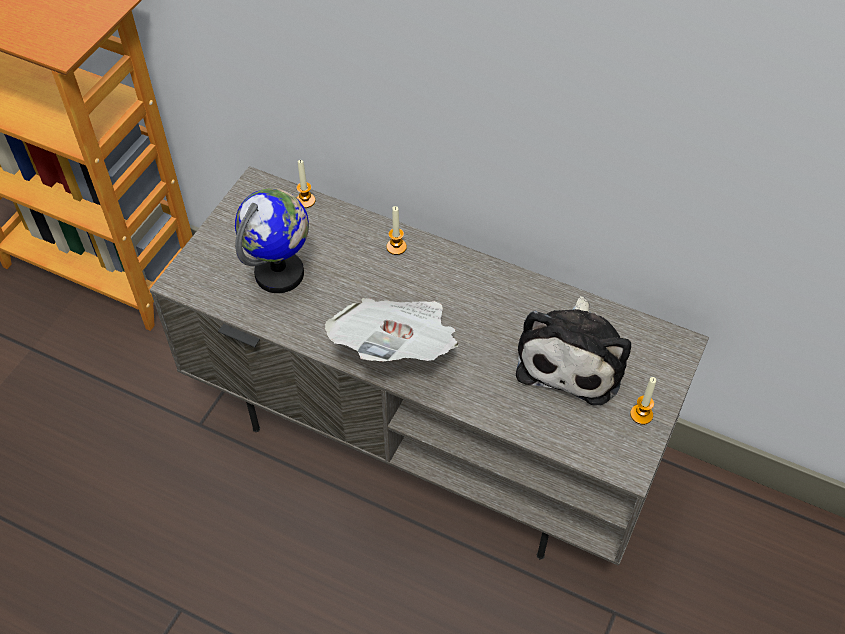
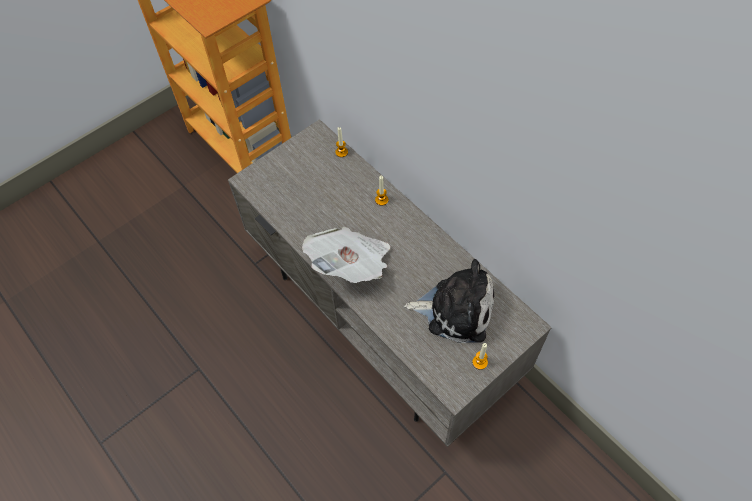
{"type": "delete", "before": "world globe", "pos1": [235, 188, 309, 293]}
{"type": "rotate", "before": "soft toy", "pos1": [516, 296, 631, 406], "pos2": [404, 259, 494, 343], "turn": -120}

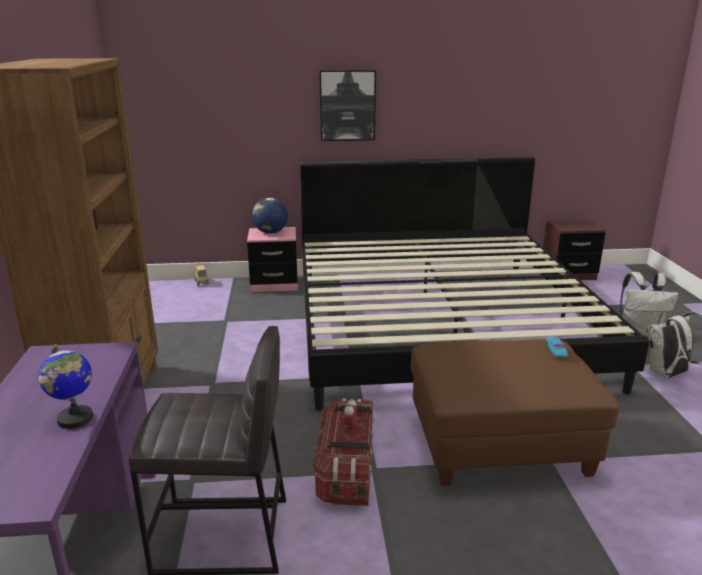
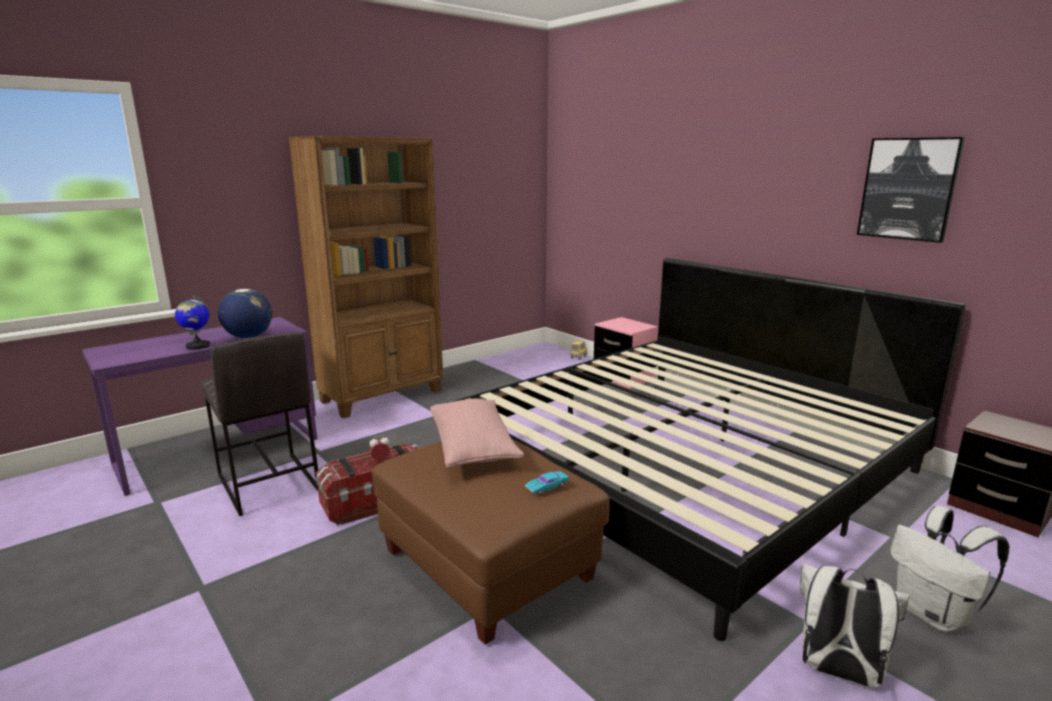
{"type": "move", "before": "world globe", "pos1": [252, 198, 288, 234], "pos2": [218, 289, 272, 338]}
{"type": "move", "before": "wall art", "pos1": [319, 70, 376, 141], "pos2": [857, 137, 965, 243]}
{"type": "insert", "after": "pink throw pillow", "pos2": [430, 399, 524, 468]}

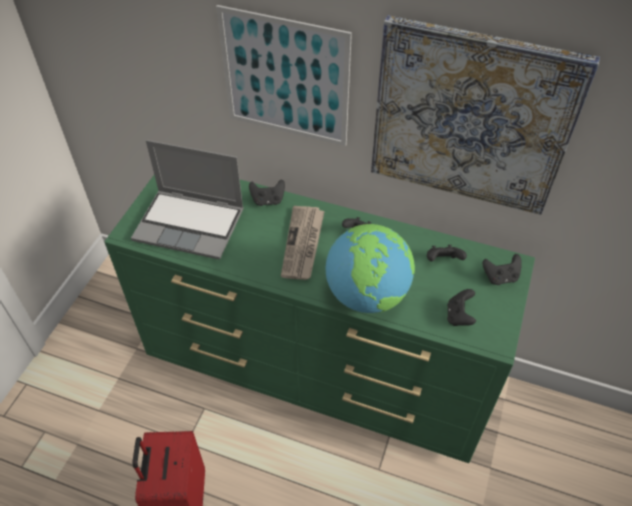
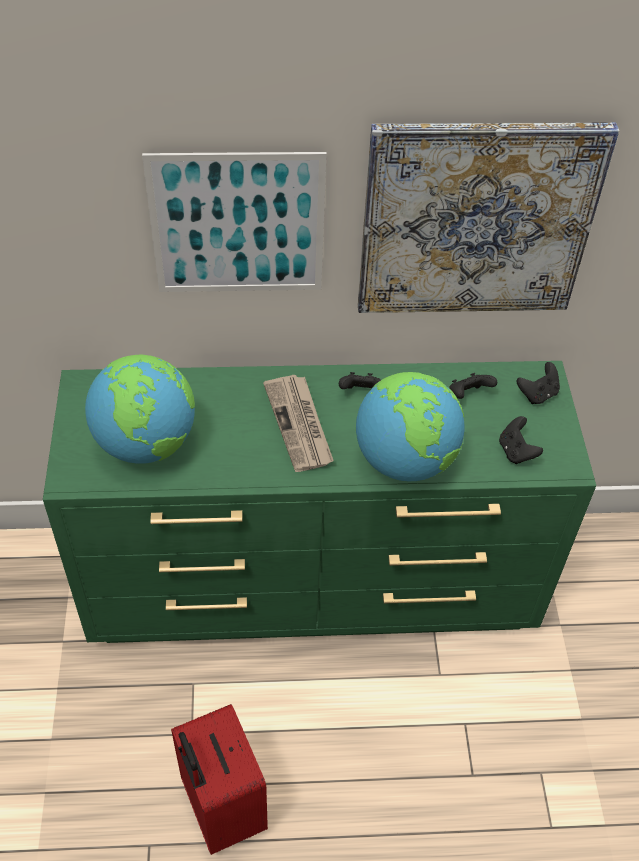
{"type": "replace", "before": "portable computer", "after": "world globe", "pos1": [131, 140, 244, 260], "pos2": [85, 355, 195, 464]}
{"type": "delete", "before": "black-coloured game controller", "pos1": [249, 180, 285, 206]}

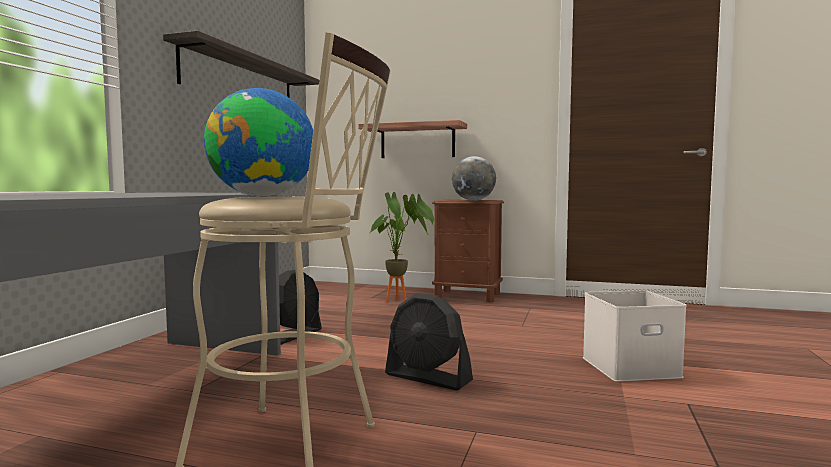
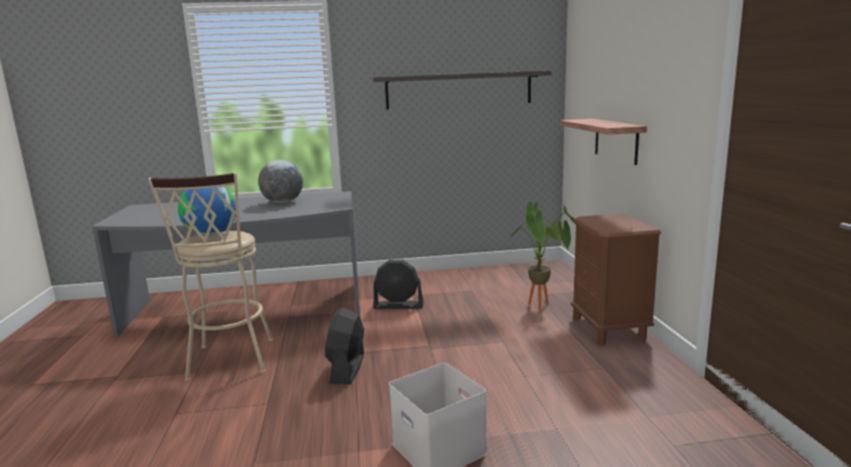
{"type": "move", "before": "world globe", "pos1": [452, 156, 496, 201], "pos2": [258, 160, 303, 203]}

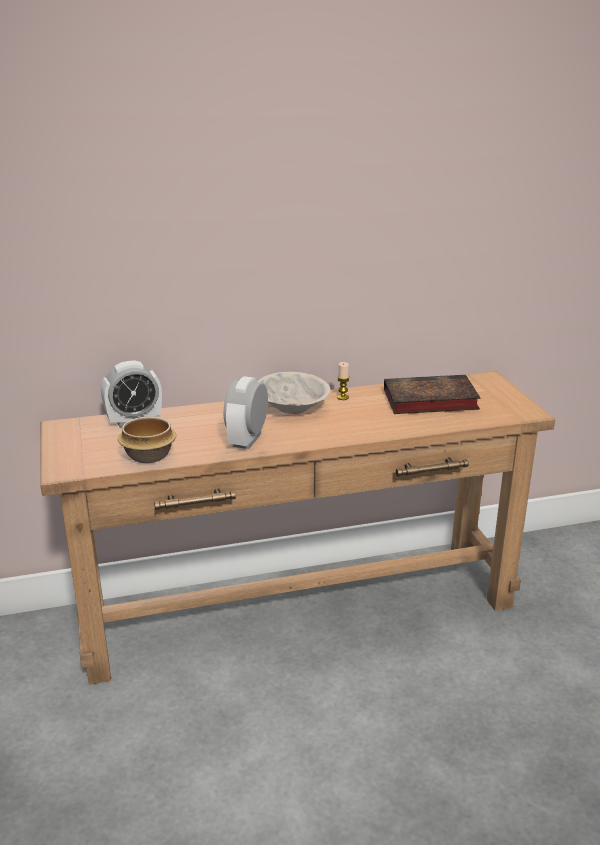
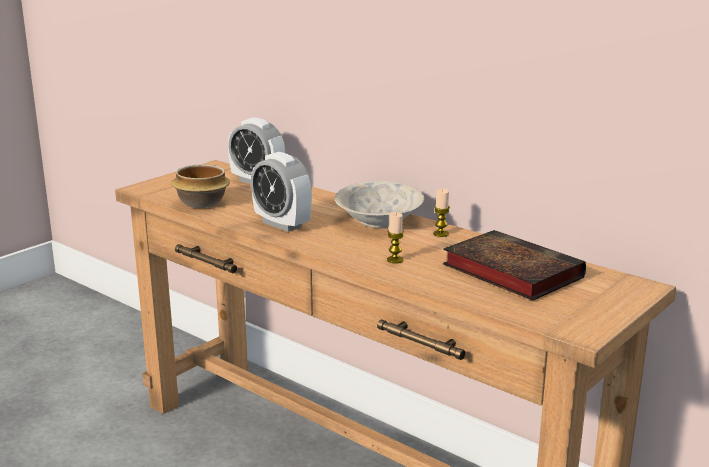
{"type": "rotate", "before": "table clock", "pos1": [224, 377, 268, 449], "pos2": [251, 152, 312, 232], "turn": -120}
{"type": "insert", "after": "wax candle", "pos2": [387, 212, 404, 264]}

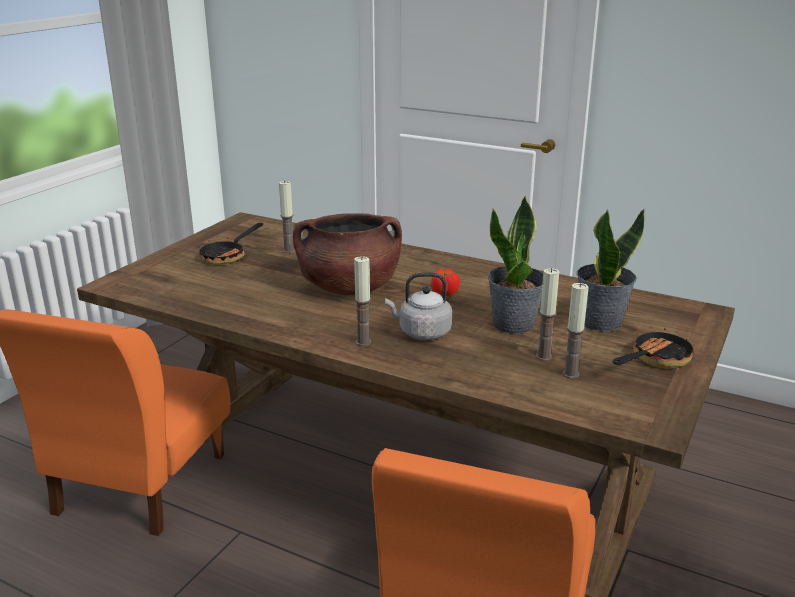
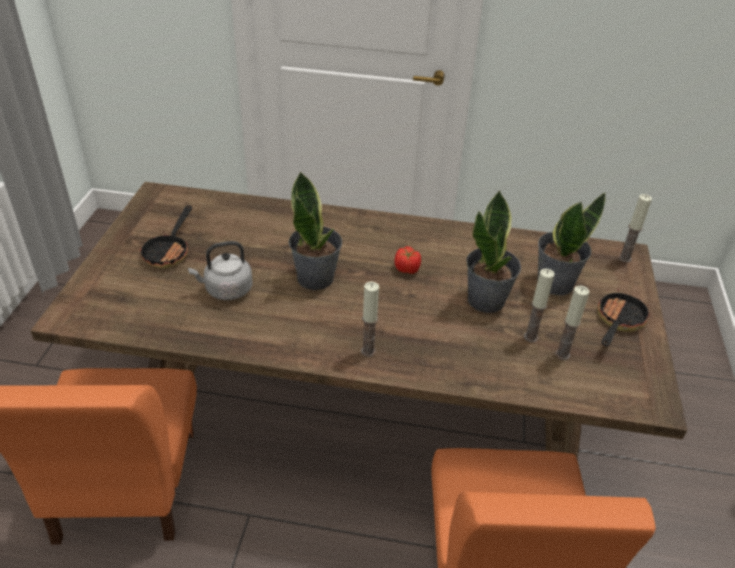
{"type": "move", "before": "wax candle", "pos1": [279, 180, 295, 253], "pos2": [618, 194, 652, 262]}
{"type": "replace", "before": "brownish saucepot", "after": "plant in a pot", "pos1": [293, 213, 402, 295], "pos2": [289, 171, 342, 290]}
{"type": "move", "before": "grey kettle", "pos1": [385, 272, 452, 340], "pos2": [188, 241, 253, 300]}

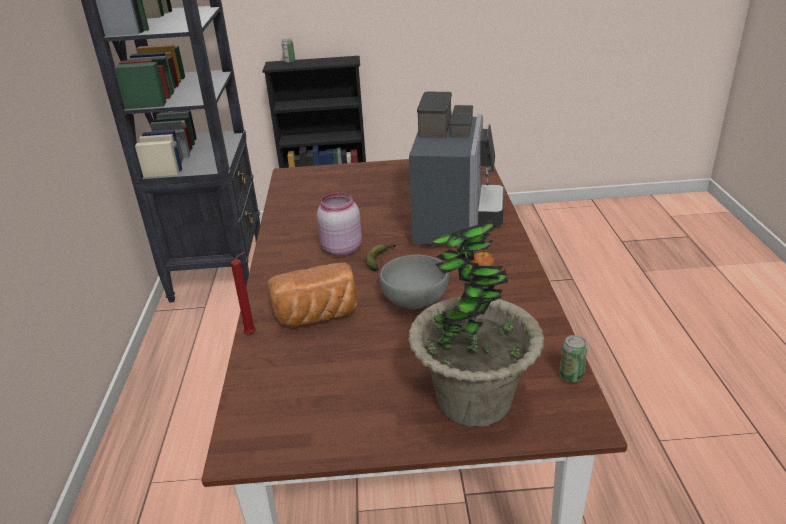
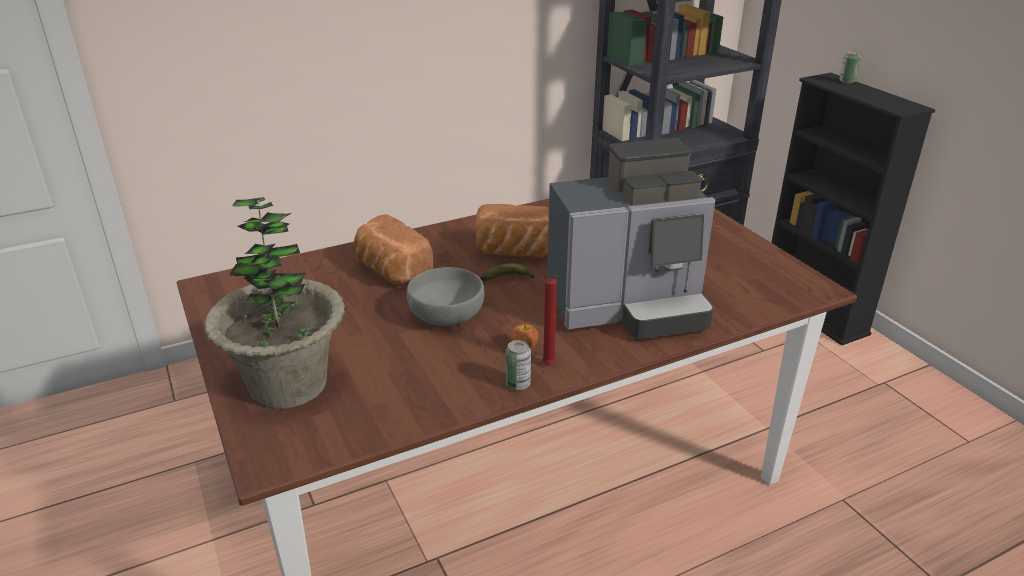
{"type": "move", "before": "red-coloured wax candle", "pos1": [231, 252, 256, 334], "pos2": [542, 275, 559, 365]}
{"type": "replace", "before": "pink storage jar", "after": "bakery bread", "pos1": [317, 193, 362, 256], "pos2": [476, 204, 549, 257]}
{"type": "move", "before": "sealed can", "pos1": [559, 335, 588, 383], "pos2": [505, 340, 531, 391]}

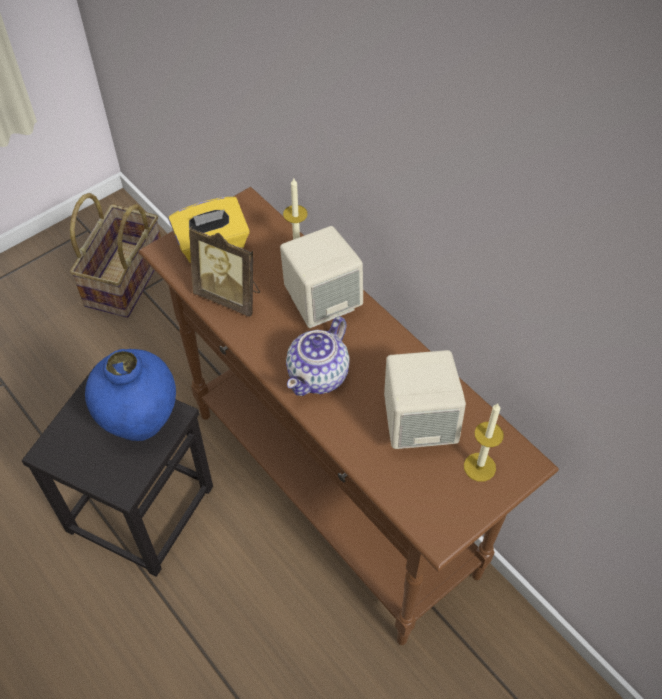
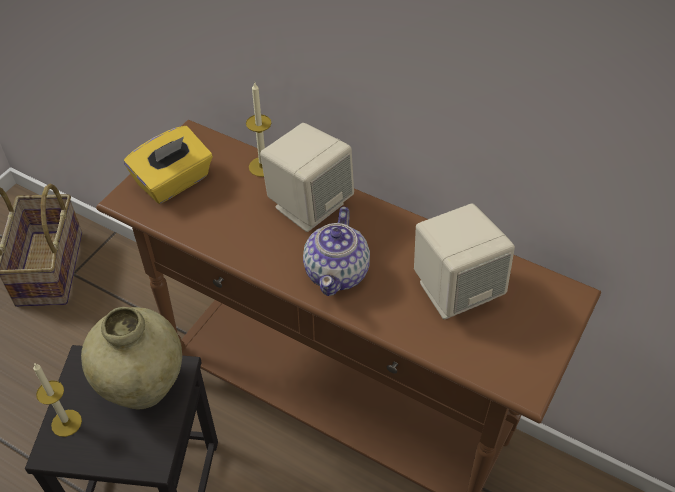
{"type": "recolor", "before": "blue vase", "after": "sand-coloured vase", "pos1": [85, 349, 176, 441], "pos2": [81, 307, 182, 410]}
{"type": "delete", "before": "picture frame", "pos1": [189, 226, 260, 317]}
{"type": "move", "before": "wax candle", "pos1": [464, 403, 504, 482], "pos2": [33, 363, 82, 437]}

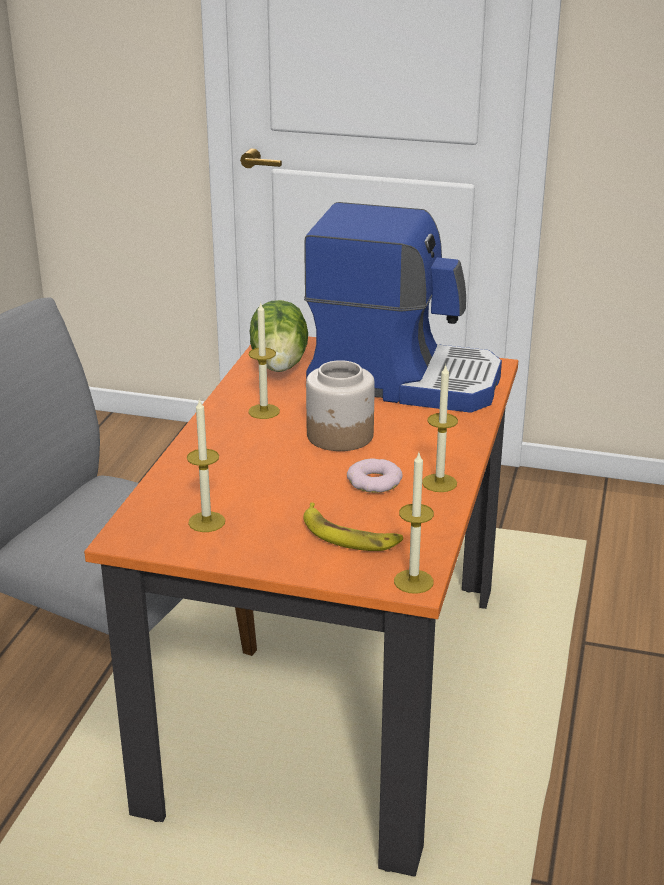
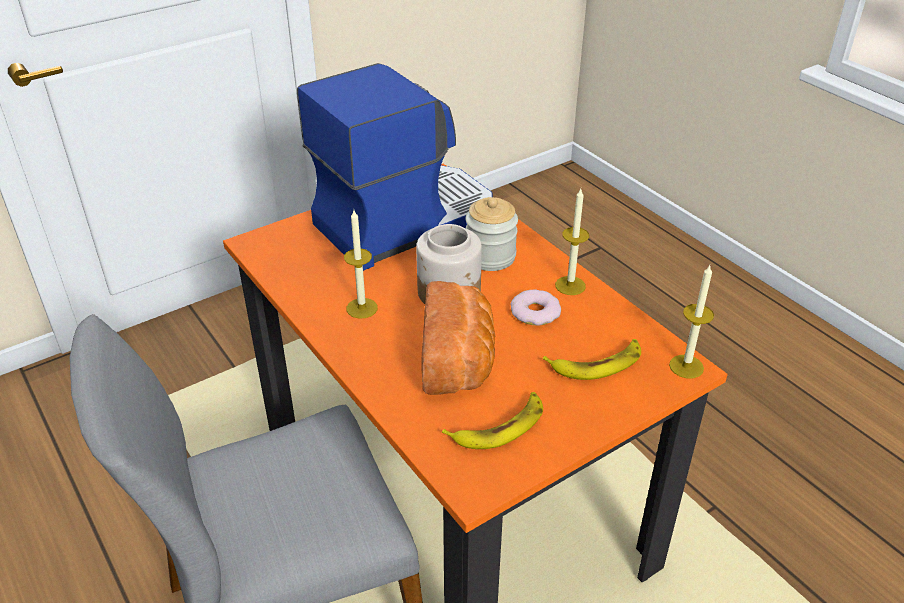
{"type": "replace", "before": "wax candle", "after": "whole banana", "pos1": [187, 398, 225, 532], "pos2": [442, 392, 543, 449]}
{"type": "delete", "before": "head of lettuce", "pos1": [250, 300, 308, 372]}
{"type": "insert", "after": "bakery bread", "pos2": [422, 281, 495, 395]}
{"type": "insert", "after": "storage jar", "pos2": [466, 197, 518, 271]}

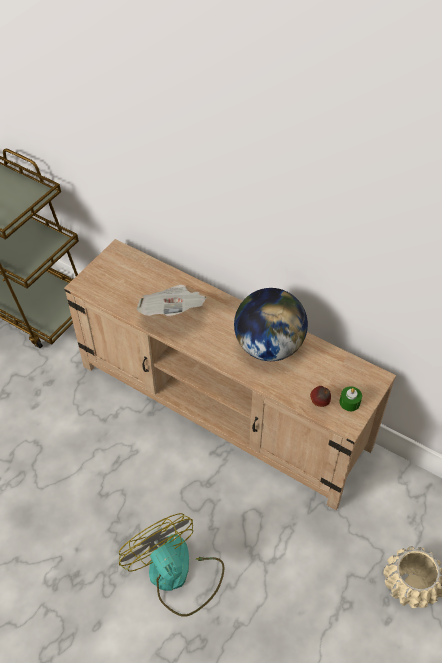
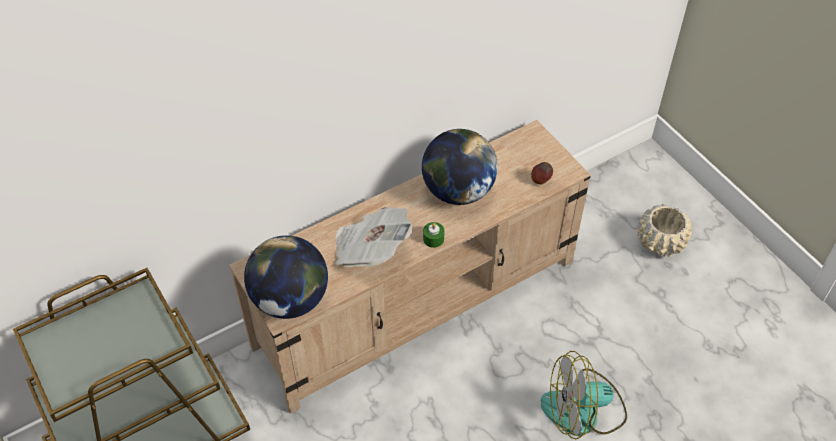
{"type": "move", "before": "green wax candle", "pos1": [340, 386, 362, 411], "pos2": [423, 222, 445, 248]}
{"type": "insert", "after": "world globe", "pos2": [244, 235, 328, 319]}

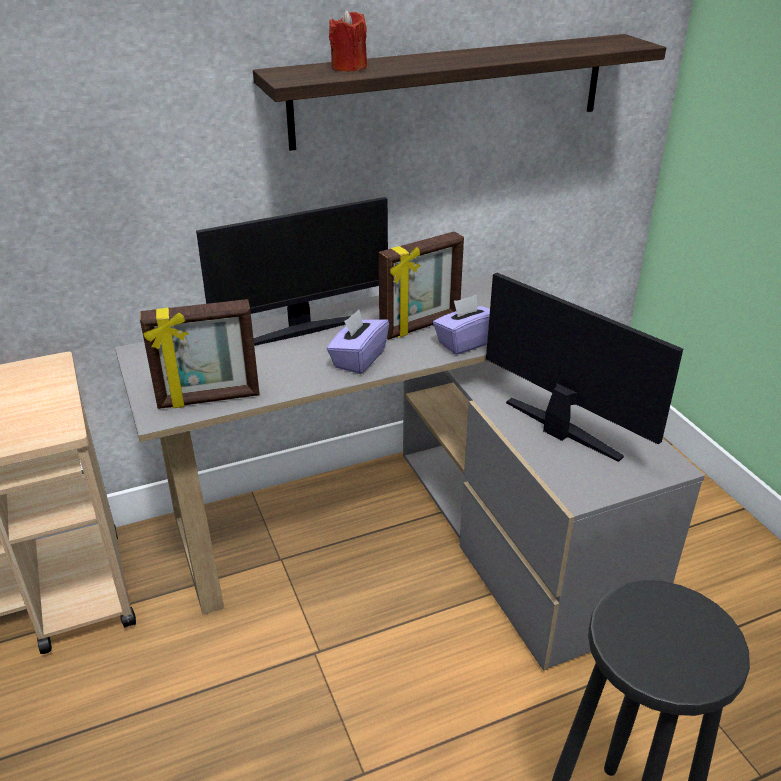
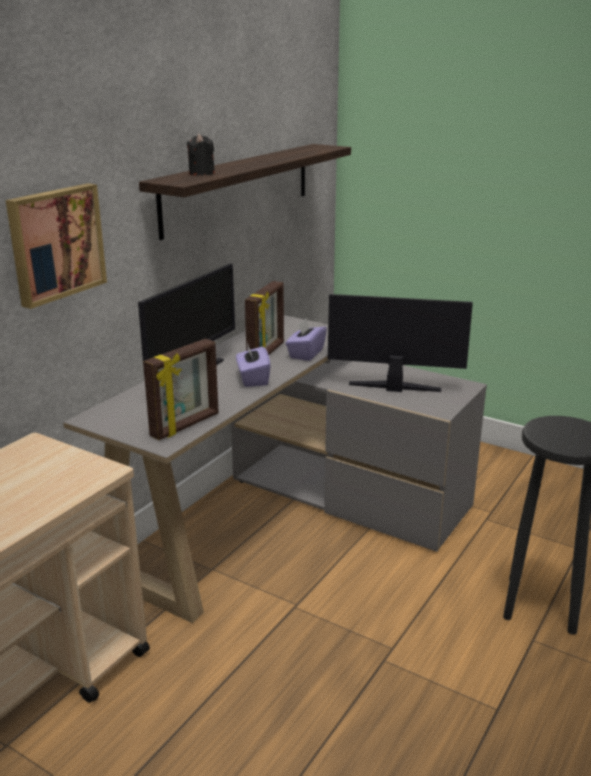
{"type": "recolor", "before": "red-coloured wax candle", "after": "black-coloured wax candle", "pos1": [329, 10, 367, 72], "pos2": [187, 134, 215, 176]}
{"type": "insert", "after": "wall art", "pos2": [6, 183, 107, 309]}

